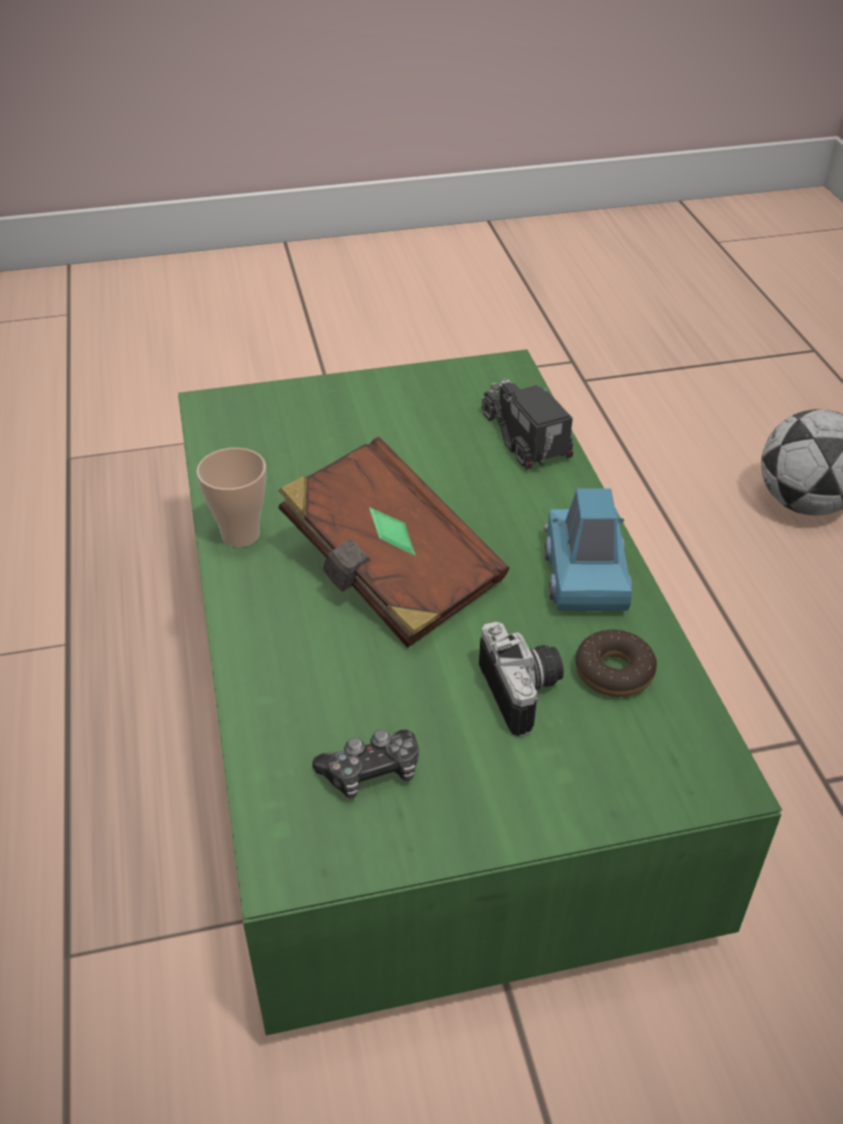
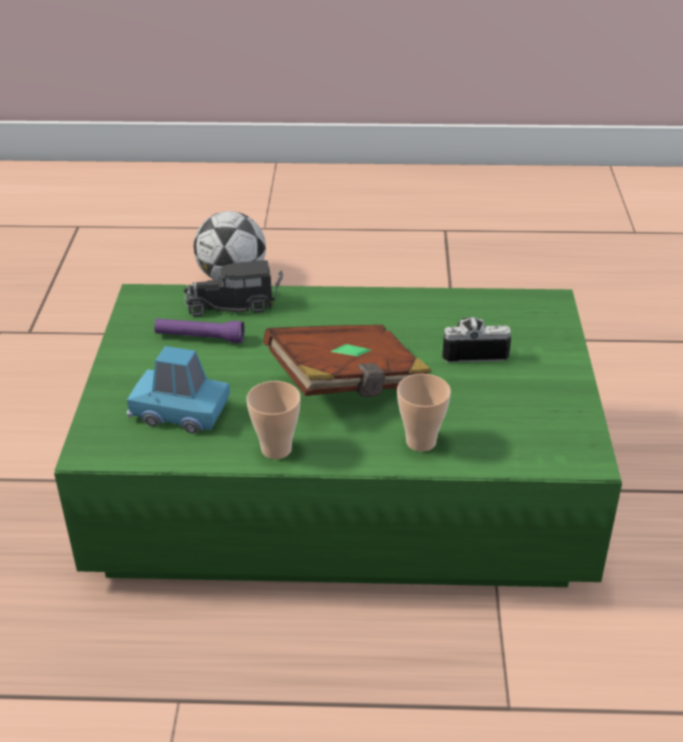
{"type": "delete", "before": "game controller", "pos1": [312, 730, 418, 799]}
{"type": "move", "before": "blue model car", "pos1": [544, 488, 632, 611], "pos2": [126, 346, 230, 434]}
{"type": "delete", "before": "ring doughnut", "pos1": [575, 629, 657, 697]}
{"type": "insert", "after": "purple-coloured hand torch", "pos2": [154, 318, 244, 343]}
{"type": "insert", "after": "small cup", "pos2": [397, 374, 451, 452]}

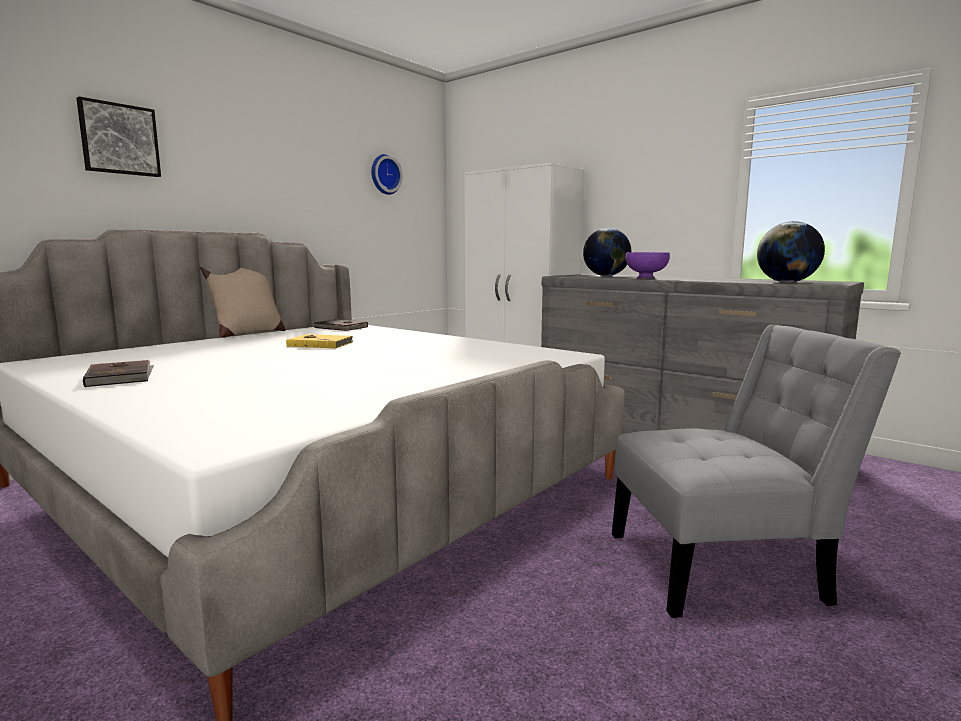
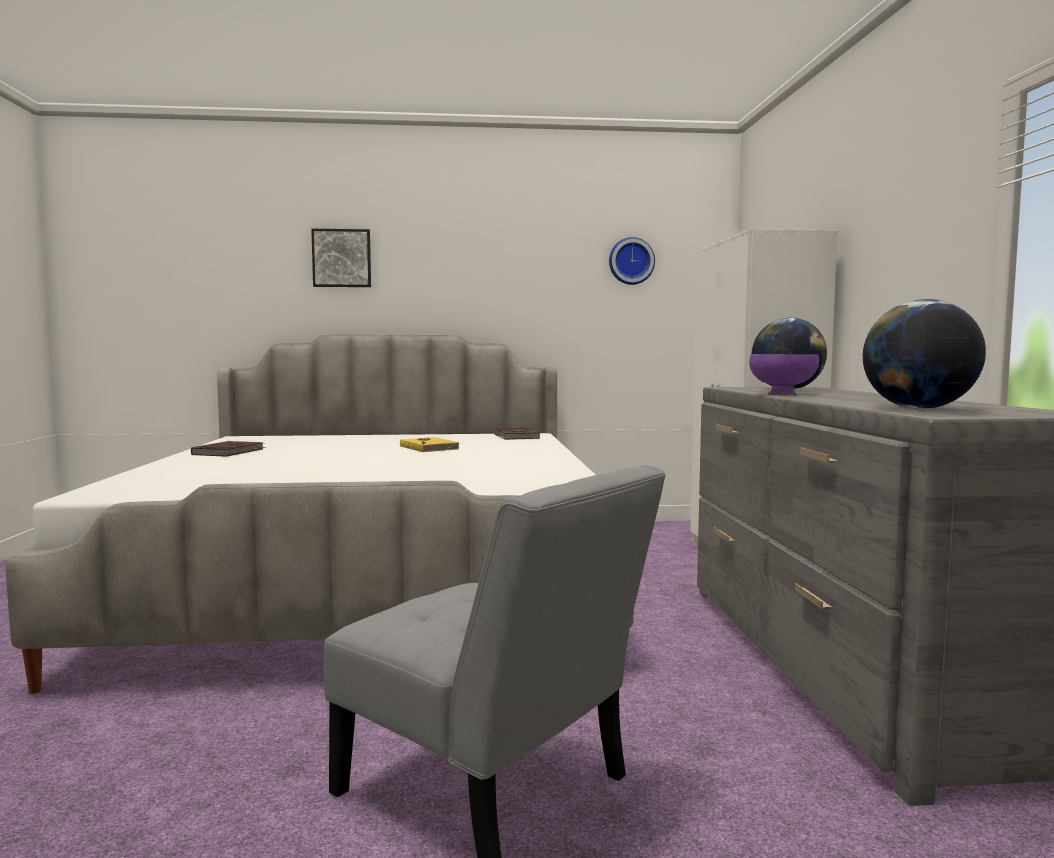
{"type": "delete", "before": "sand-coloured throw pillow", "pos1": [200, 267, 286, 338]}

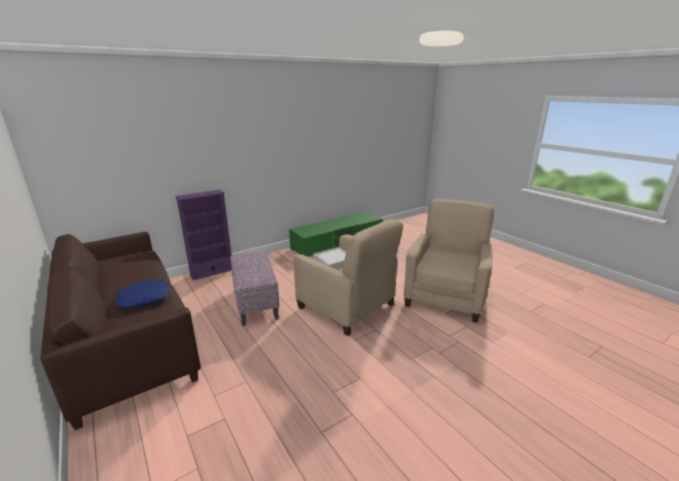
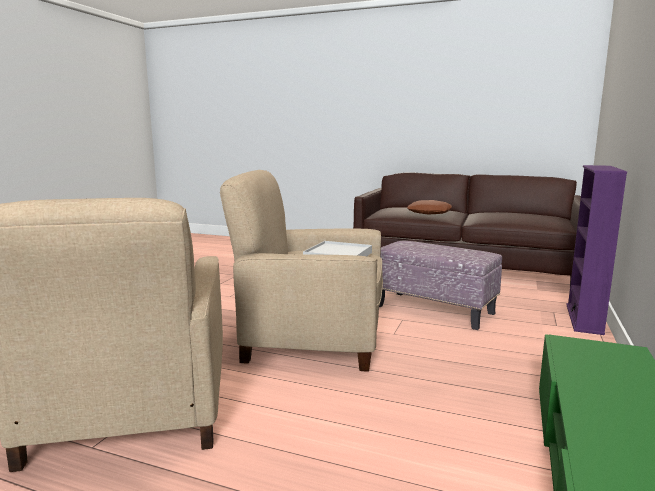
{"type": "recolor", "before": "blue throw pillow", "after": "brownish throw pillow", "pos1": [116, 280, 169, 308], "pos2": [407, 200, 452, 215]}

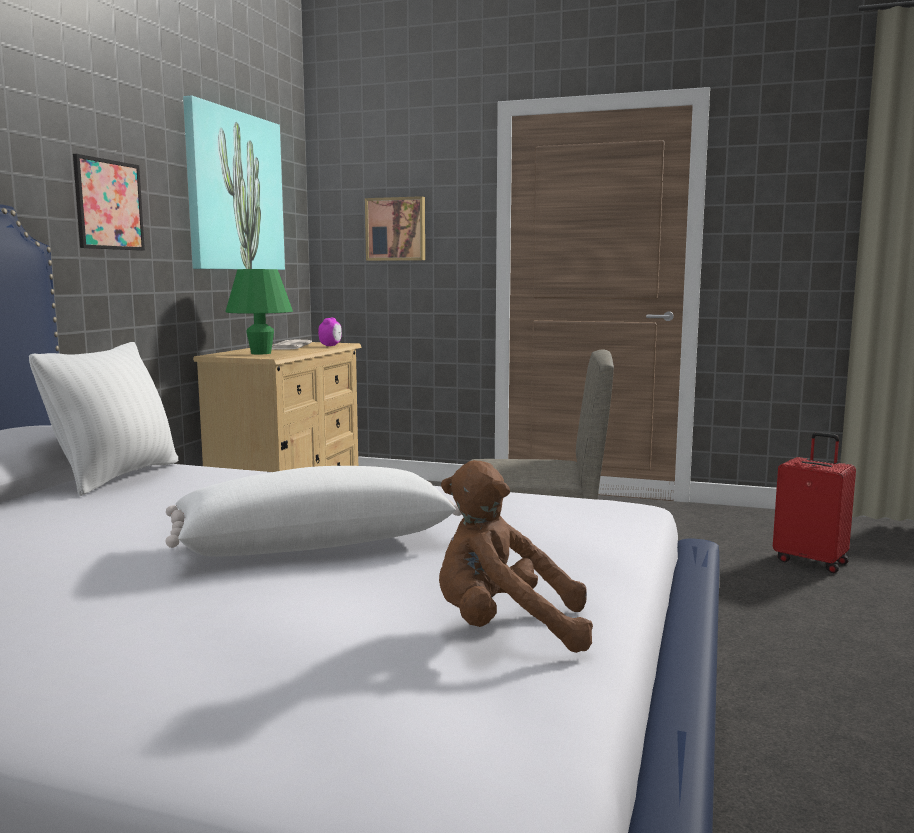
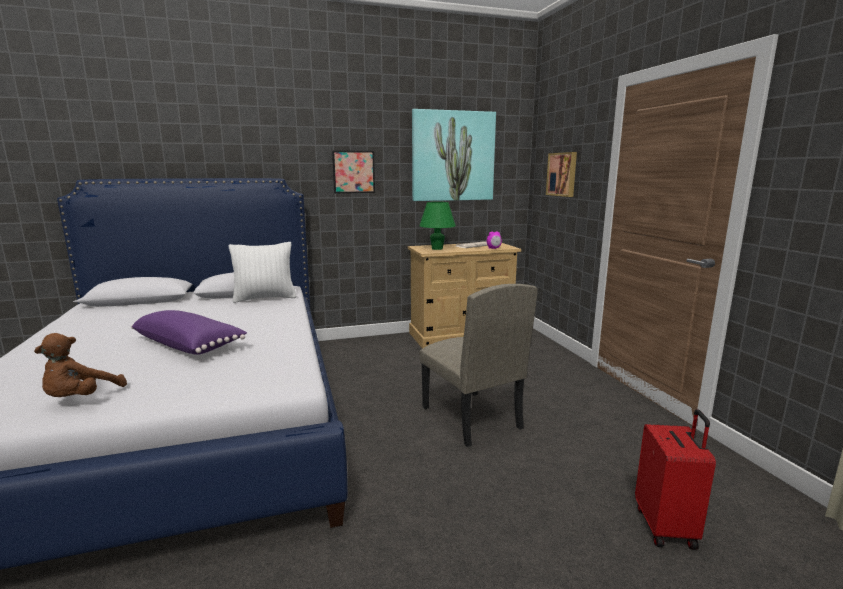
{"type": "recolor", "before": "white-coloured throw pillow", "after": "purple-coloured throw pillow", "pos1": [166, 466, 462, 557], "pos2": [131, 310, 247, 355]}
{"type": "rotate", "before": "brownish soft toy", "pos1": [439, 460, 593, 653], "pos2": [34, 333, 127, 397], "turn": -135}

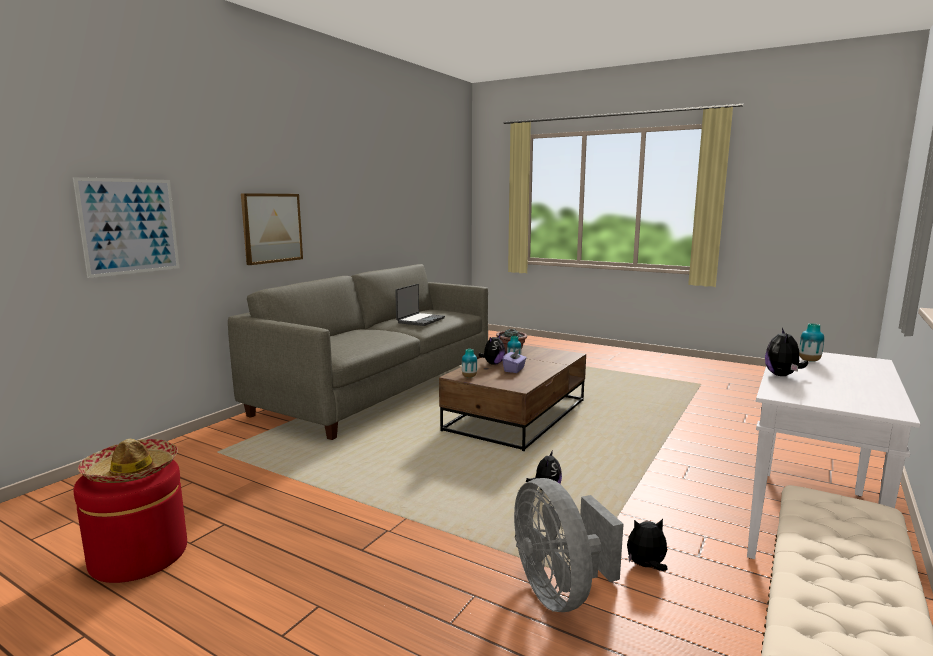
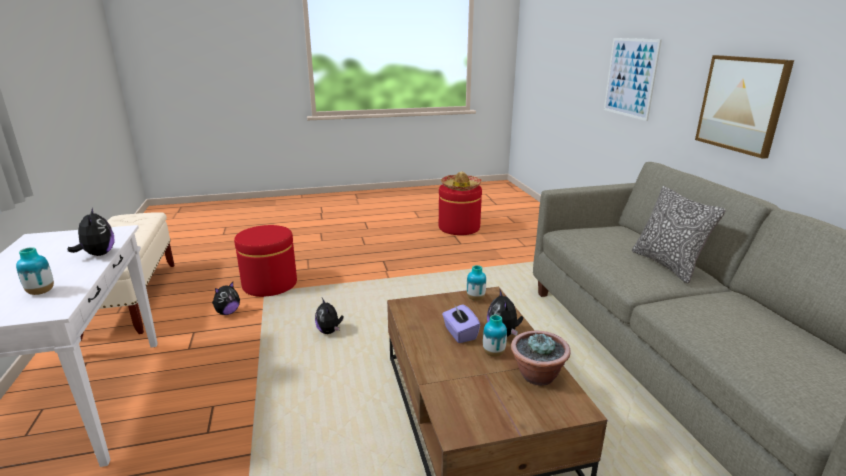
{"type": "delete", "before": "portable computer", "pos1": [395, 284, 445, 326]}
{"type": "replace", "before": "grey fan", "after": "red-coloured ottoman", "pos1": [514, 478, 623, 612], "pos2": [234, 225, 297, 297]}
{"type": "insert", "after": "throw pillow", "pos2": [632, 186, 726, 283]}

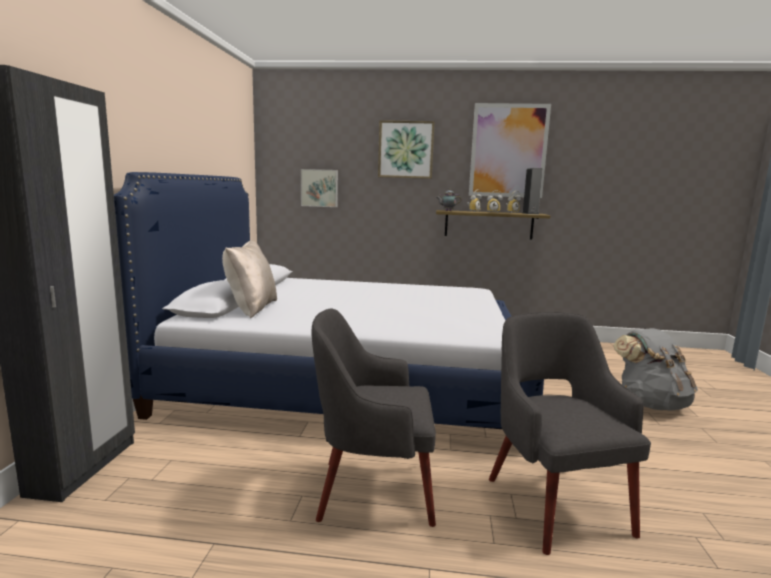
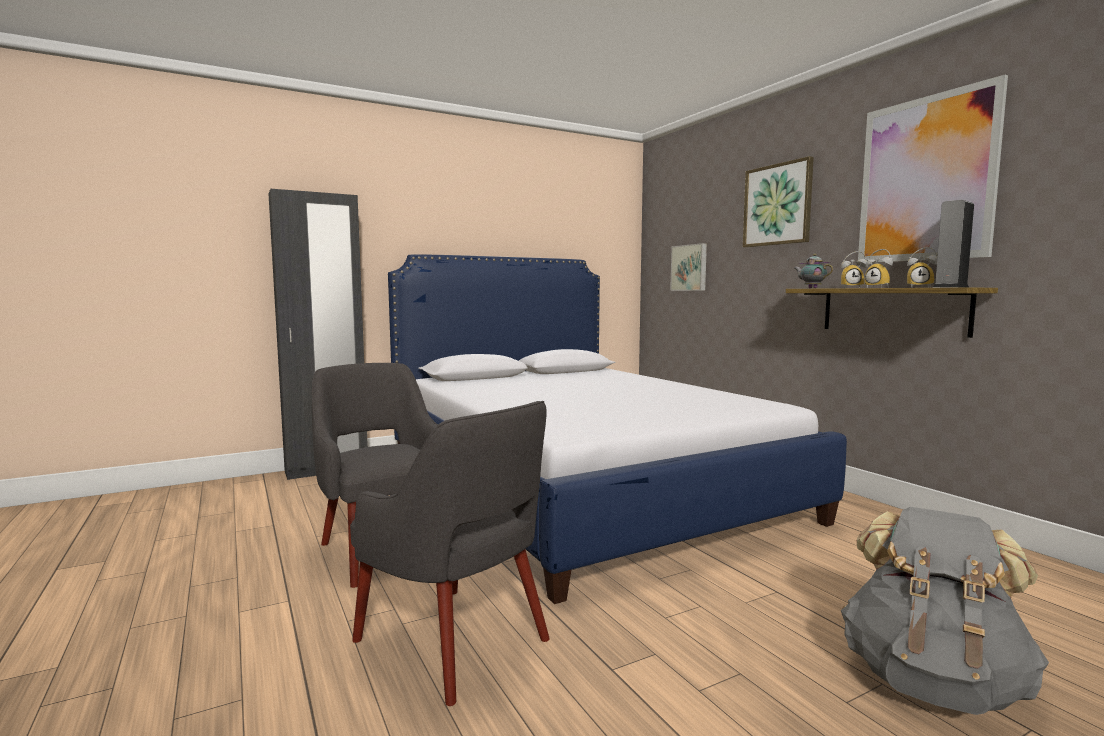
{"type": "delete", "before": "sand-coloured throw pillow", "pos1": [222, 240, 277, 318]}
{"type": "rotate", "before": "grey lounge chair", "pos1": [489, 312, 651, 555], "pos2": [350, 401, 550, 706], "turn": 90}

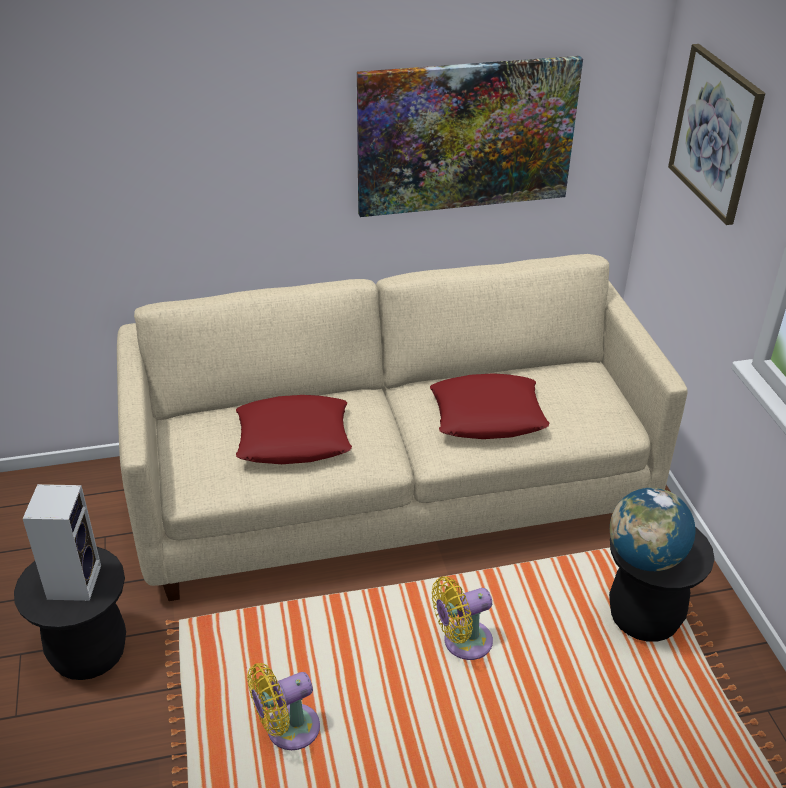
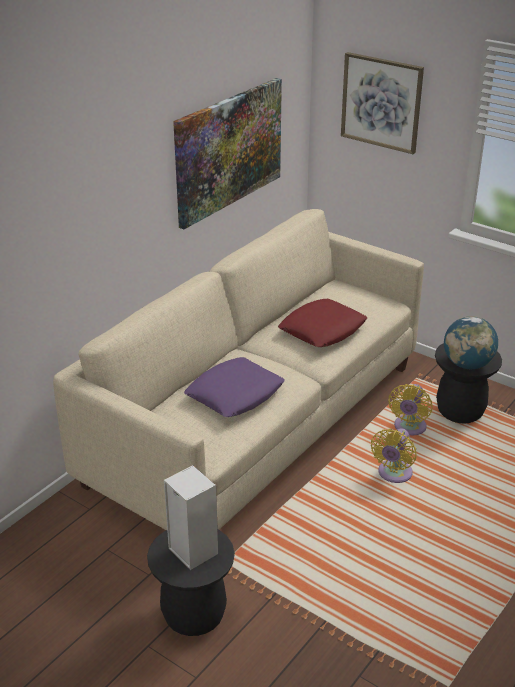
{"type": "recolor", "before": "red-coloured throw pillow", "after": "purple-coloured throw pillow", "pos1": [236, 395, 352, 464], "pos2": [184, 357, 285, 417]}
{"type": "move", "before": "yellowish fan", "pos1": [247, 663, 320, 750], "pos2": [389, 384, 432, 435]}

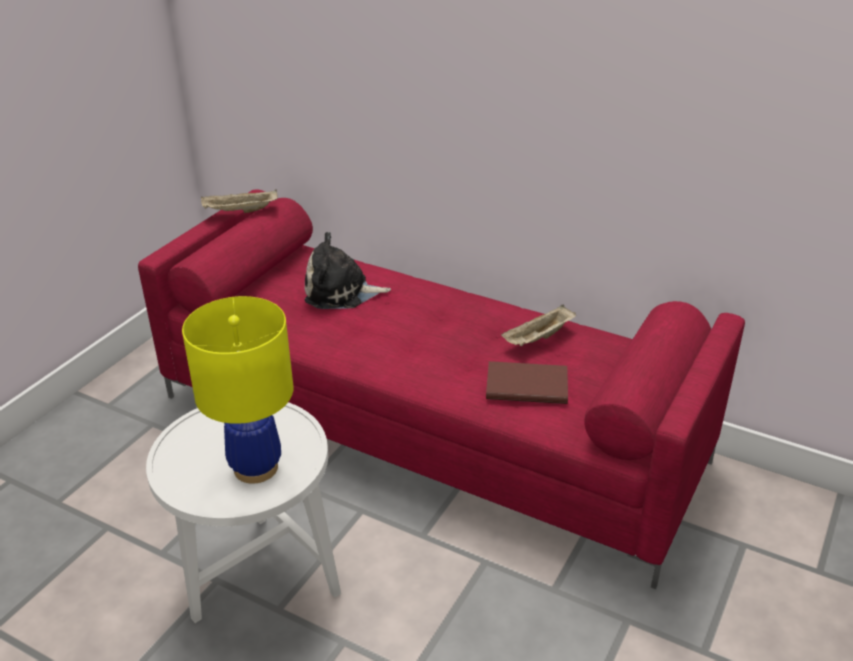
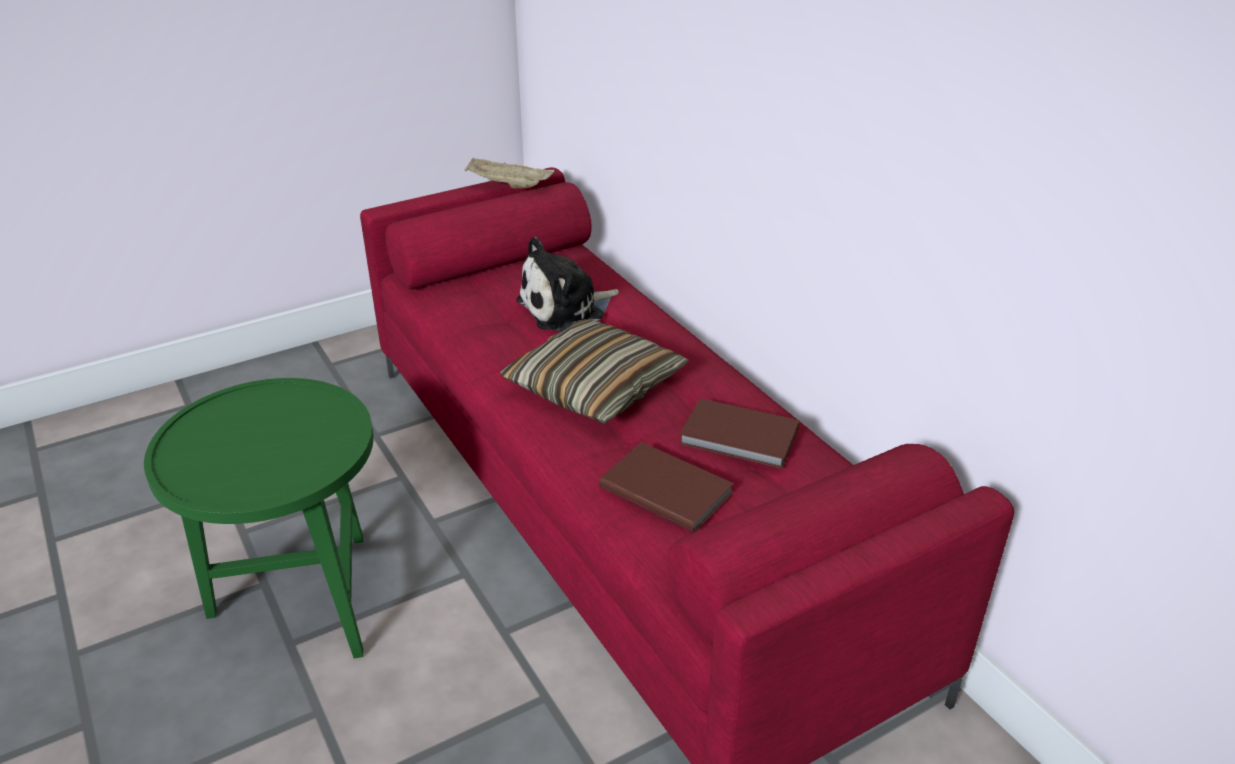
{"type": "recolor", "before": "white-coloured accent table", "after": "green accent table", "pos1": [146, 402, 341, 623], "pos2": [144, 378, 374, 658]}
{"type": "delete", "before": "yellowish table lamp", "pos1": [182, 296, 294, 484]}
{"type": "rotate", "before": "soft toy", "pos1": [305, 232, 391, 309], "pos2": [516, 237, 619, 332], "turn": -60}
{"type": "replace", "before": "sand-coloured tray", "after": "brownish bound book", "pos1": [501, 304, 576, 347], "pos2": [679, 398, 800, 469]}
{"type": "insert", "after": "throw pillow", "pos2": [500, 319, 689, 424]}

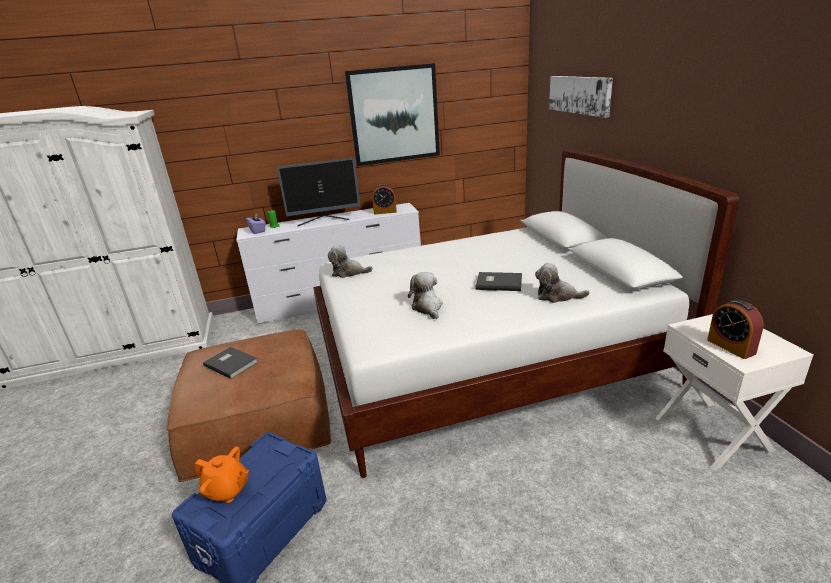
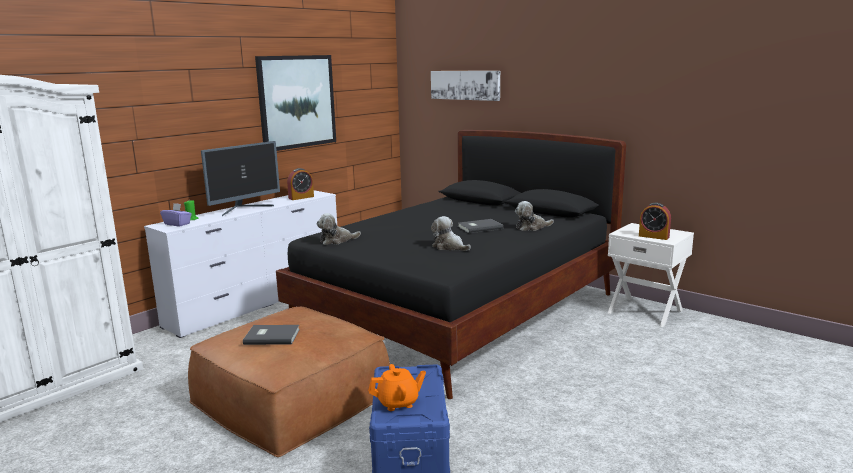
{"type": "recolor", "before": "white-coloured bedroom bed", "after": "black-coloured bedroom bed", "pos1": [313, 150, 739, 478], "pos2": [276, 130, 626, 399]}

